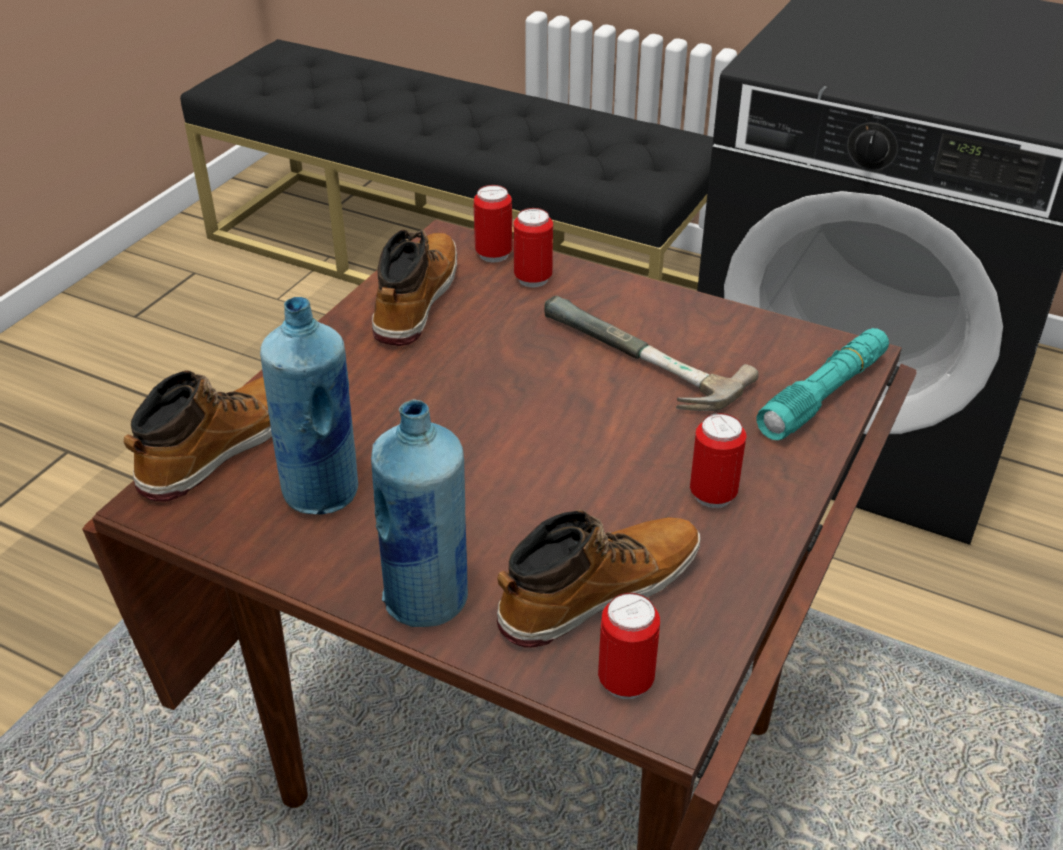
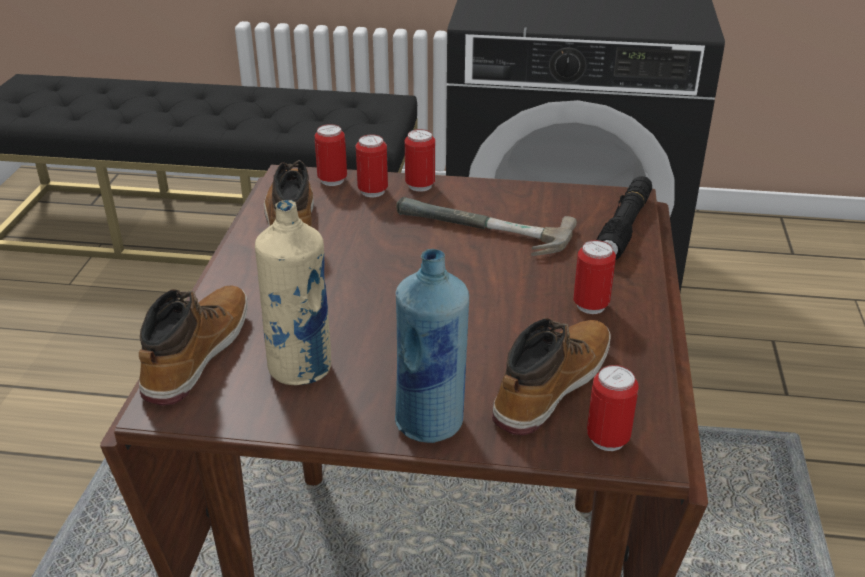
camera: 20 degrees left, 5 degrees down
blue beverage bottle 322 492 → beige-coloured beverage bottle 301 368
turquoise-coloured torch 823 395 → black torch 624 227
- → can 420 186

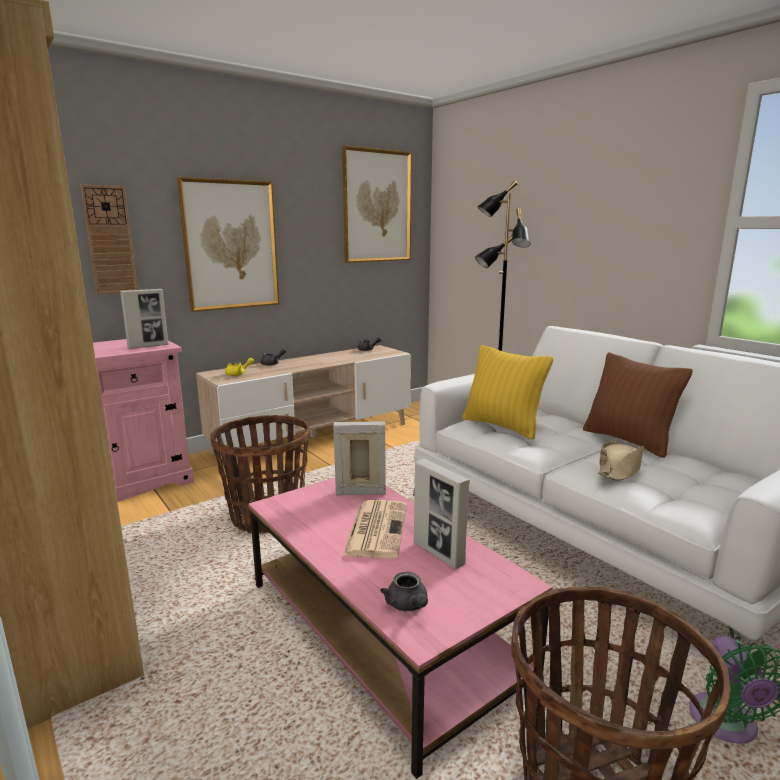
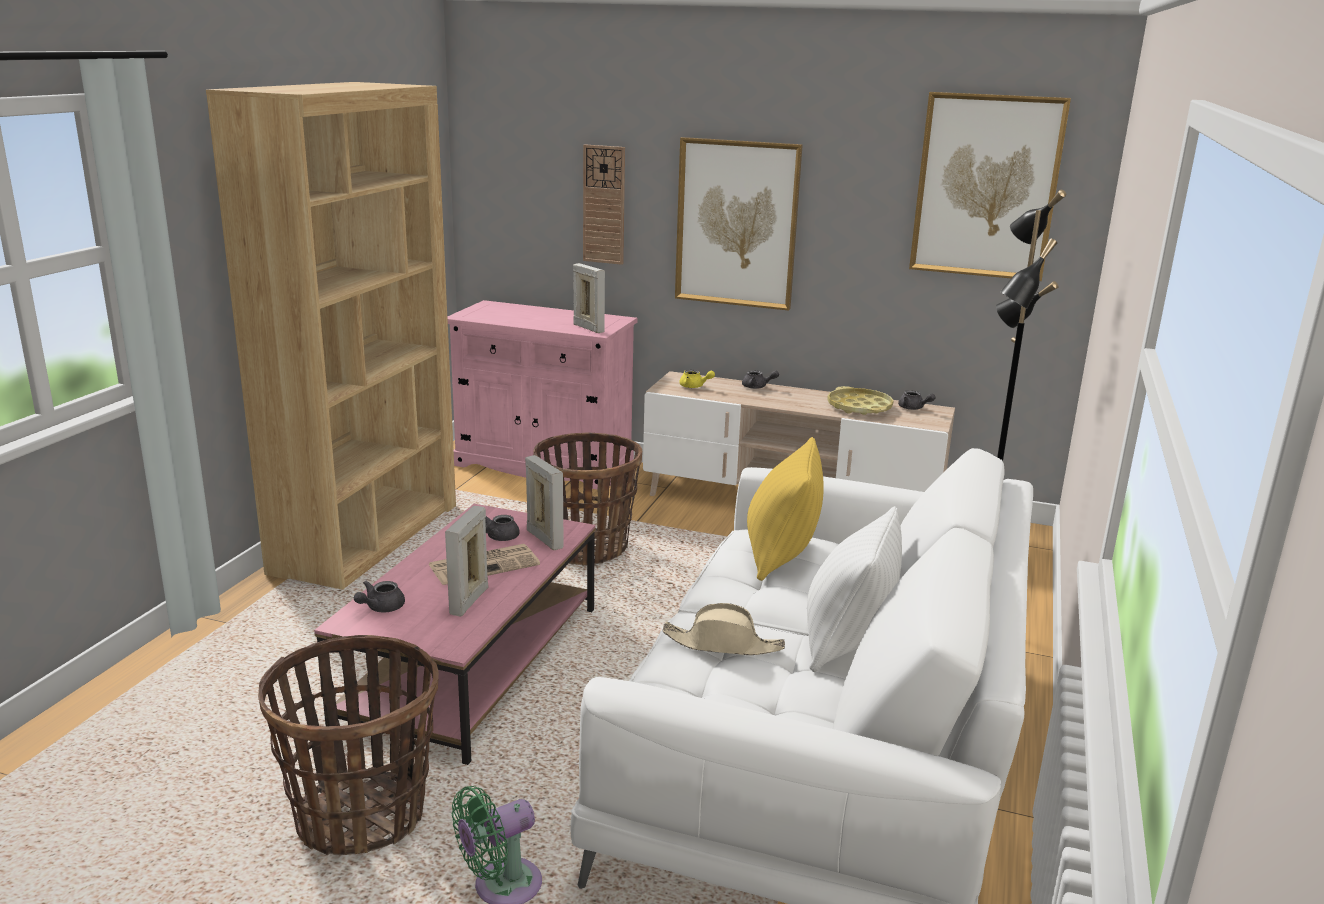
camera: 55 degrees right, 5 degrees up
standing frame 148 346 → standing frame 588 328, 150 degrees counterclockwise
brownish pillow 628 441 → white-coloured pillow 846 641
- → yellow serving tray 859 407
- → grey pot for tea 499 538

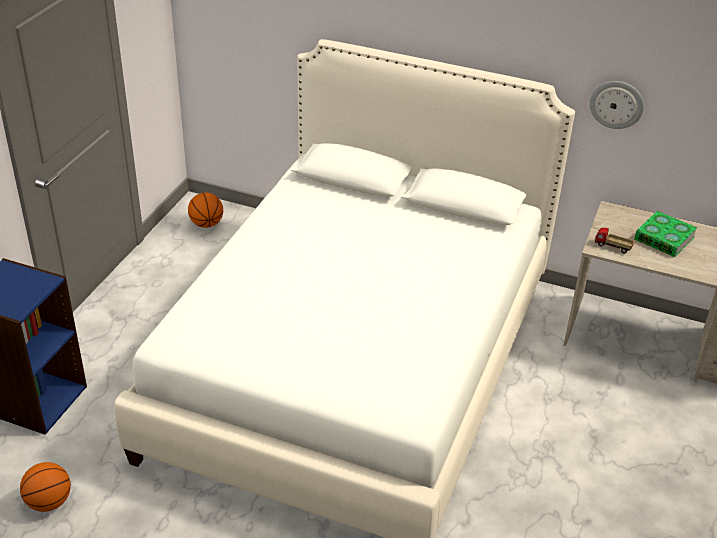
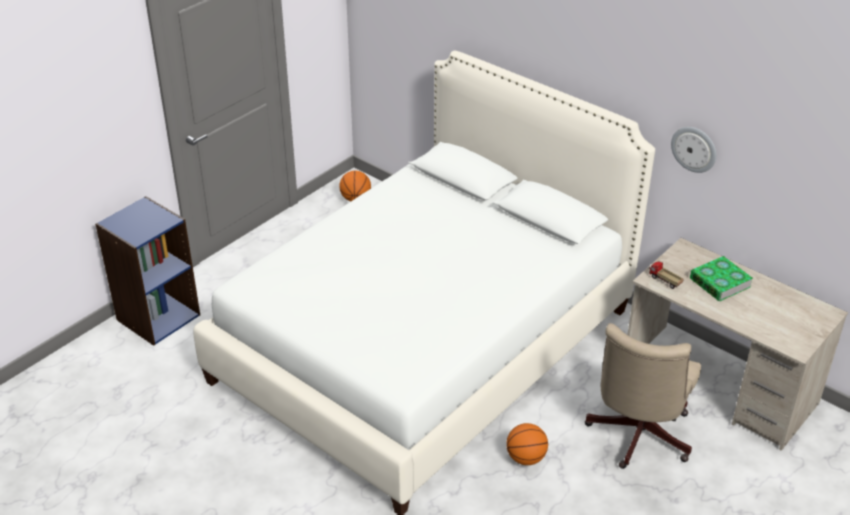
camera: 20 degrees right, 0 degrees up
basketball ball 49 502 → basketball ball 526 458, relocated
- → beige-coloured computer chair 636 437

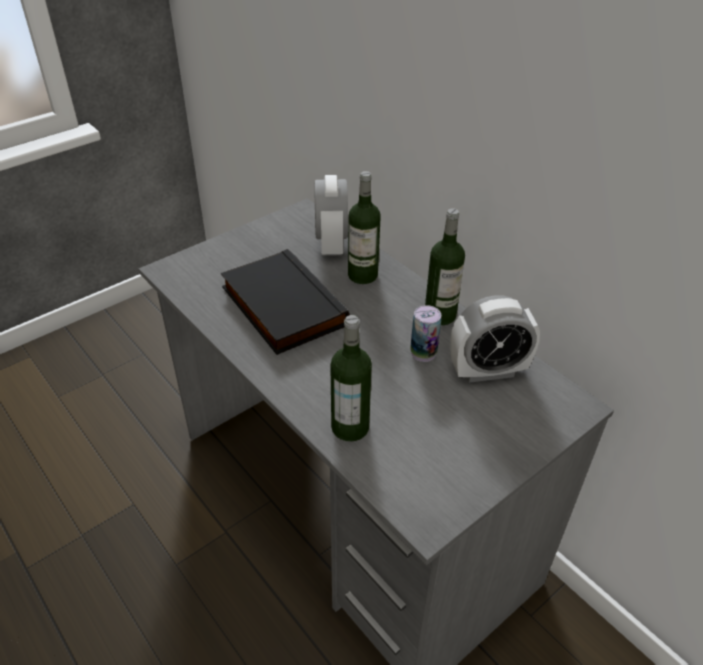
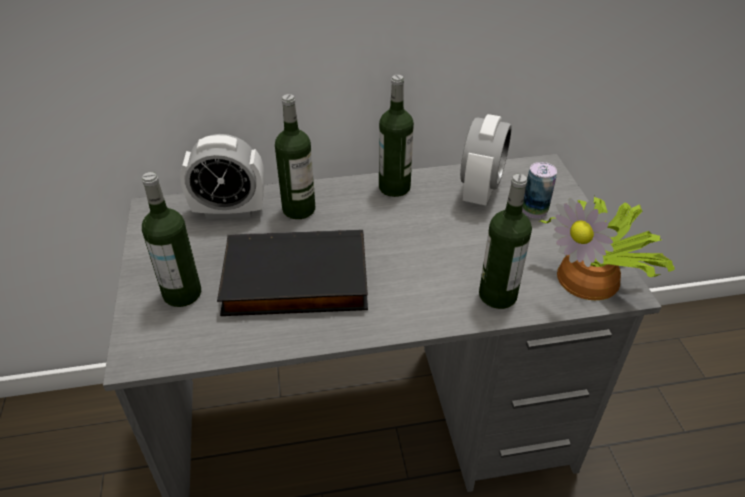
camera: 60 degrees left, 0 degrees up
bedside clock 331 244 → bedside clock 229 211, 150 degrees clockwise
can 423 353 → can 534 210, relocated
- → beverage bottle 182 293
- → plant in a pot 592 277

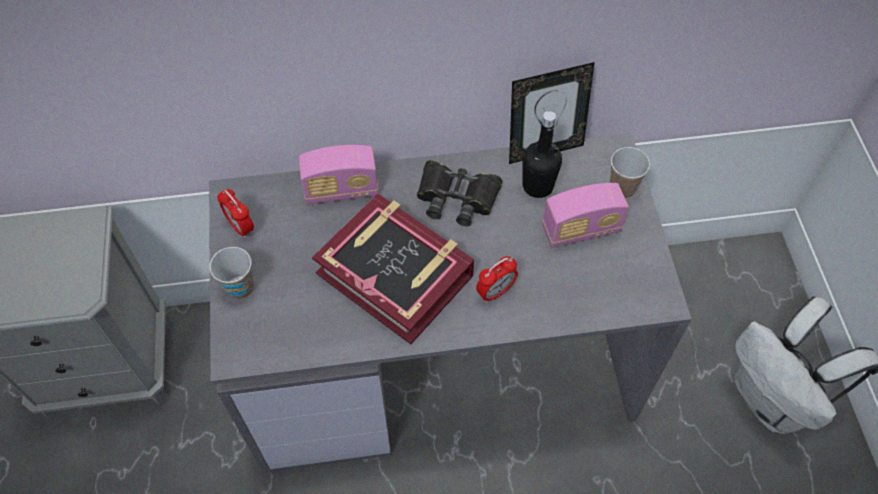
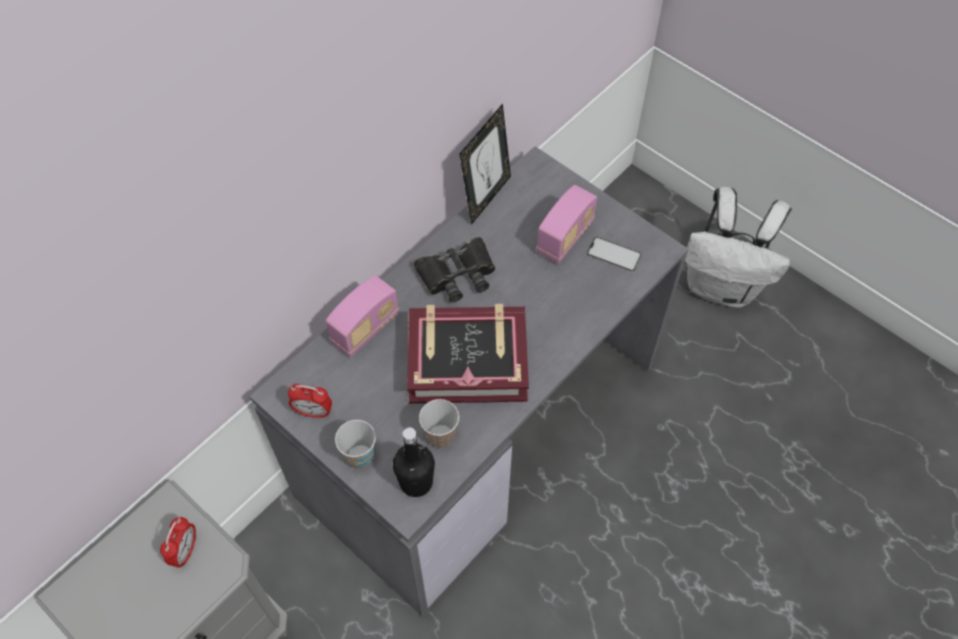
camera: 40 degrees left, 0 degrees up
black beverage bottle 537 186 → black beverage bottle 416 482, relocated
drinking cup 622 188 → drinking cup 440 436, relocated
bedside clock 495 292 → bedside clock 185 551, relocated
- → phone 613 254

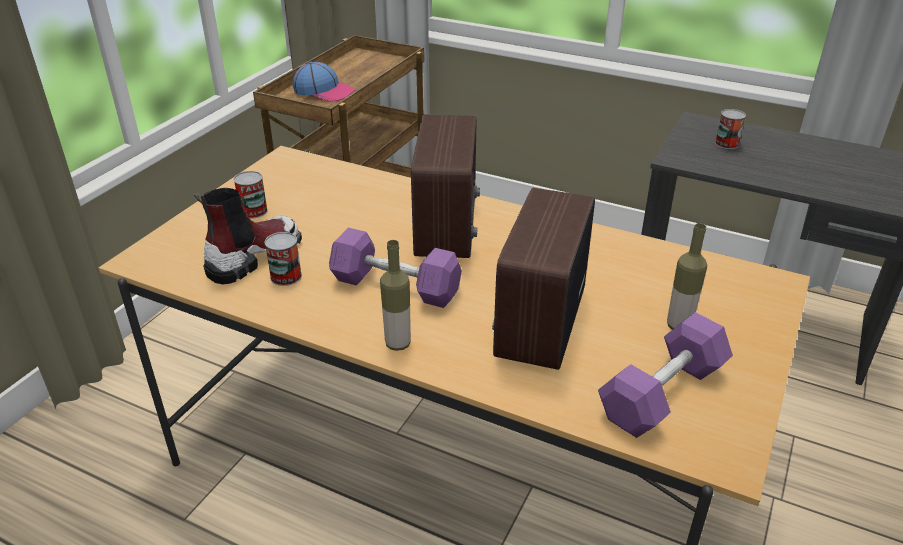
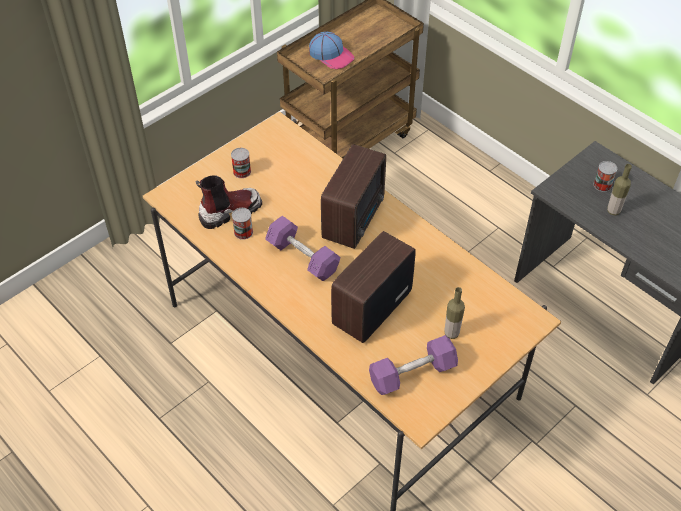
camera: 20 degrees right, 15 degrees up
beverage bottle 398 344 → beverage bottle 613 211, relocated

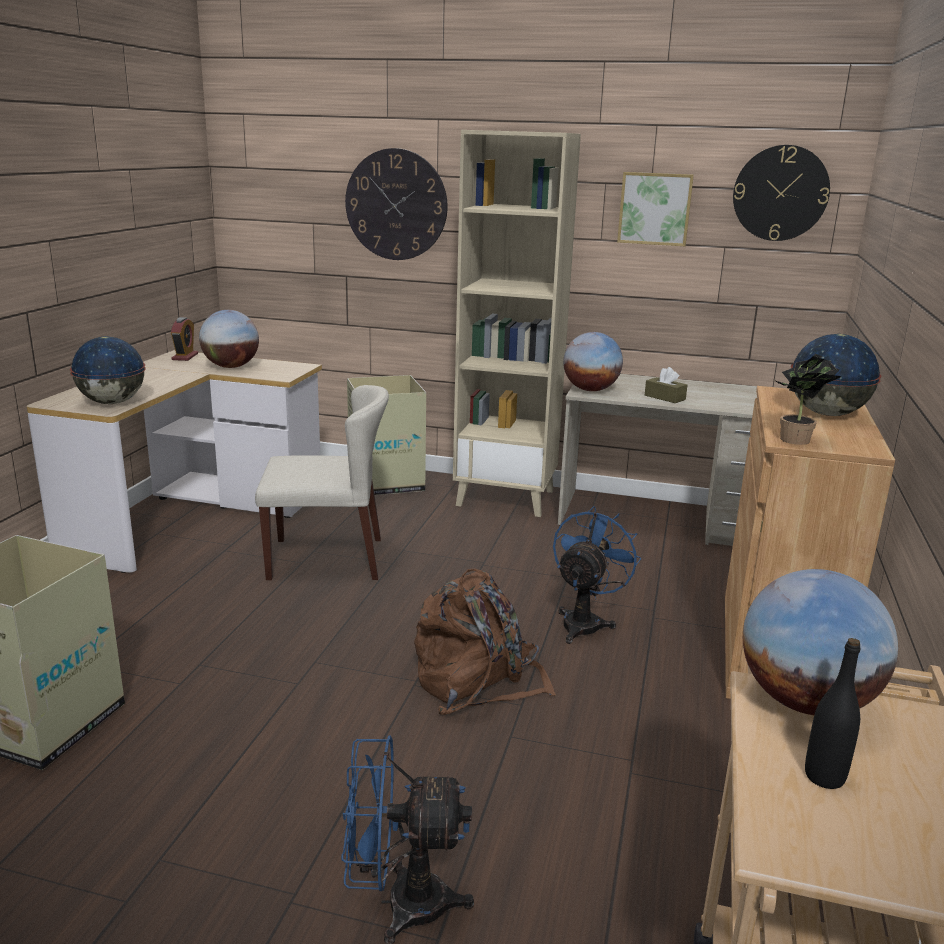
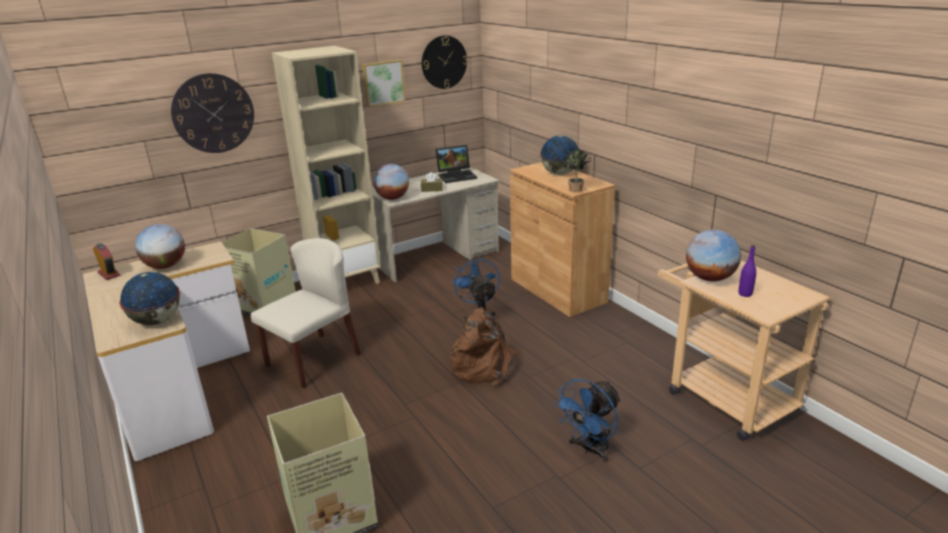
camera: 45 degrees left, 5 degrees up
black beverage bottle 824 777 → purple beverage bottle 745 294
- → portable computer 457 176

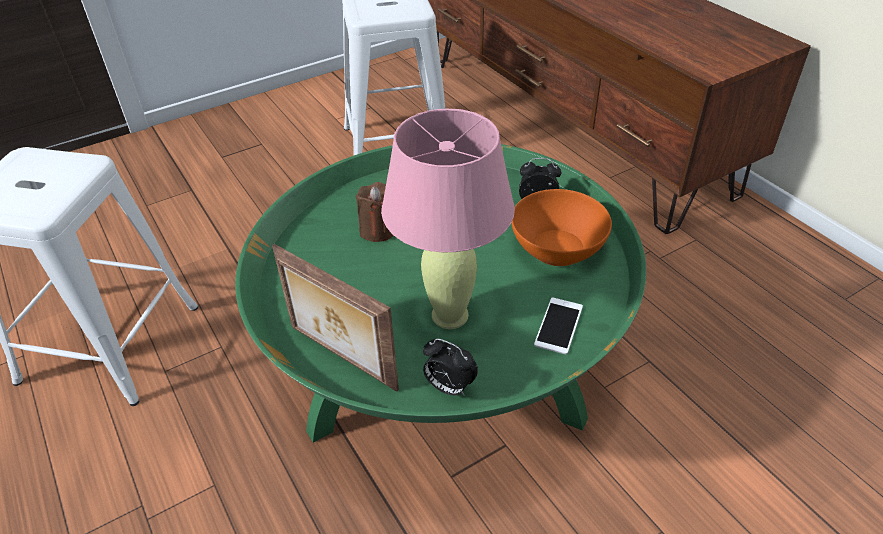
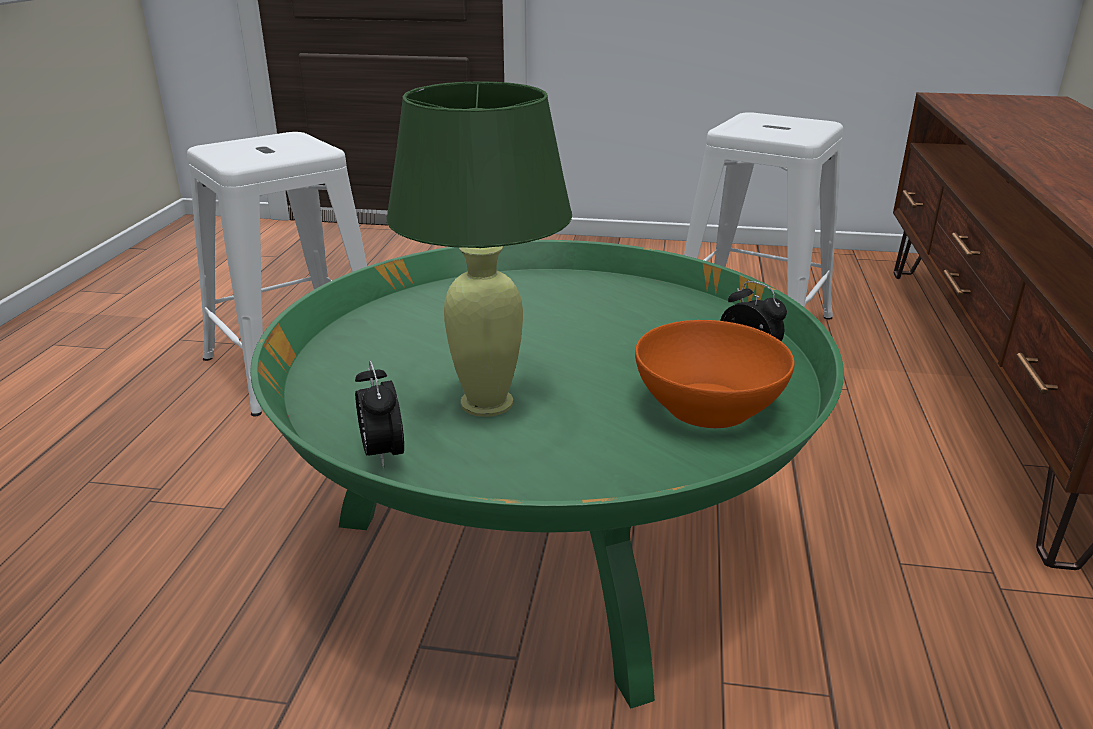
camera: 40 degrees right, 15 degrees down
pink-coloured table lamp 450 315 → green-coloured table lamp 487 402
brownish wax light 378 230 → -
standing frame 341 358 → -
phone 558 325 → -

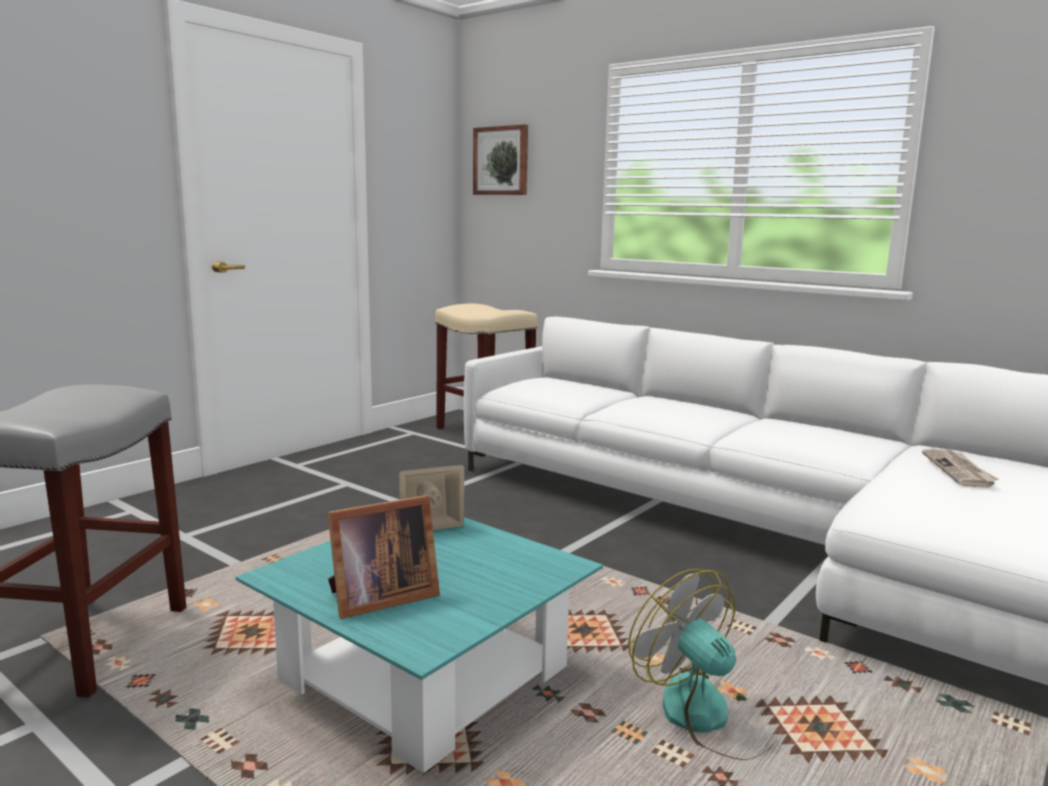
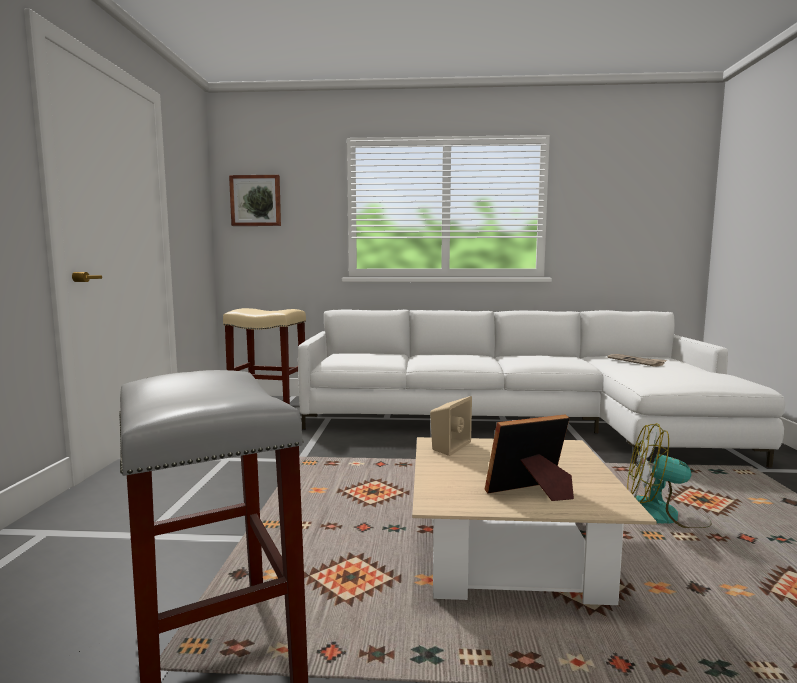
camera: 35 degrees left, 5 degrees down
standing frame 378 598 → standing frame 532 493, 135 degrees counterclockwise
turquoise-coloured lounge table 425 675 → beige-coloured lounge table 510 553

